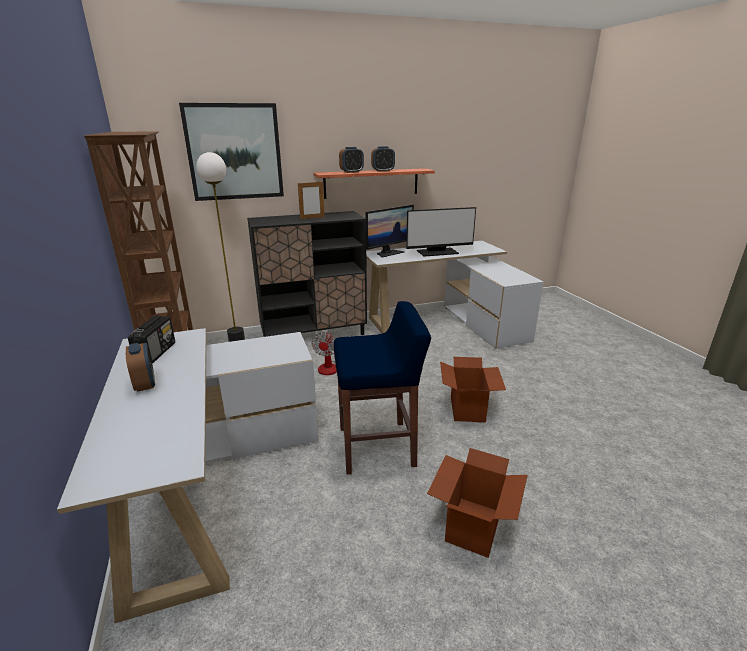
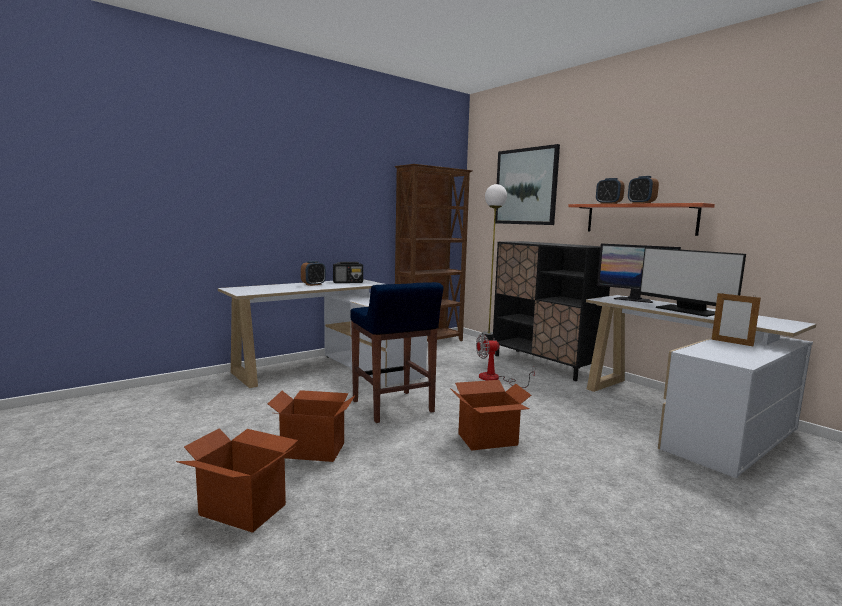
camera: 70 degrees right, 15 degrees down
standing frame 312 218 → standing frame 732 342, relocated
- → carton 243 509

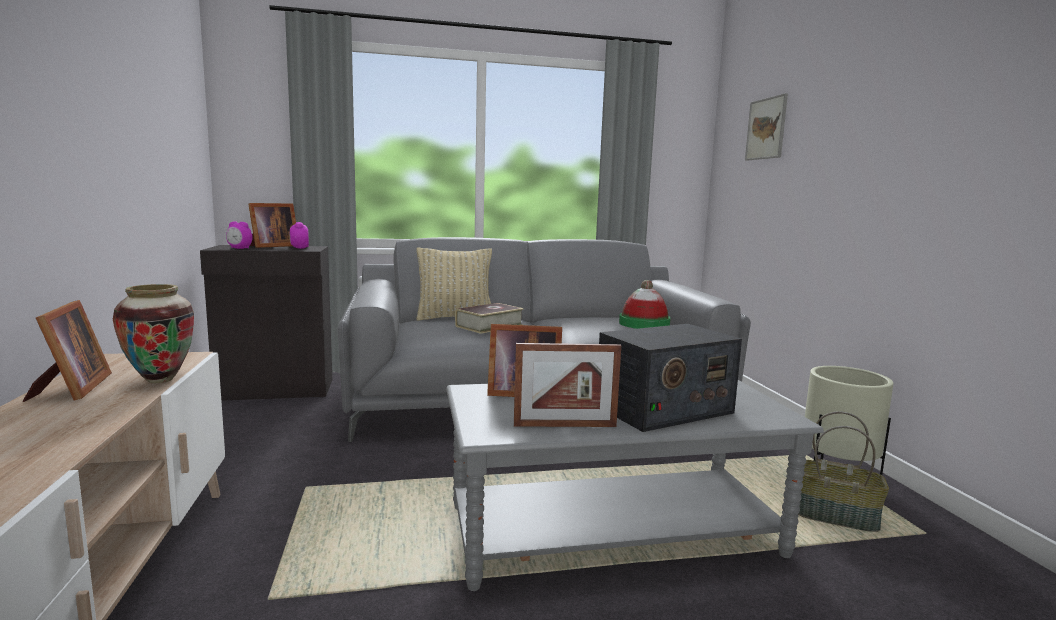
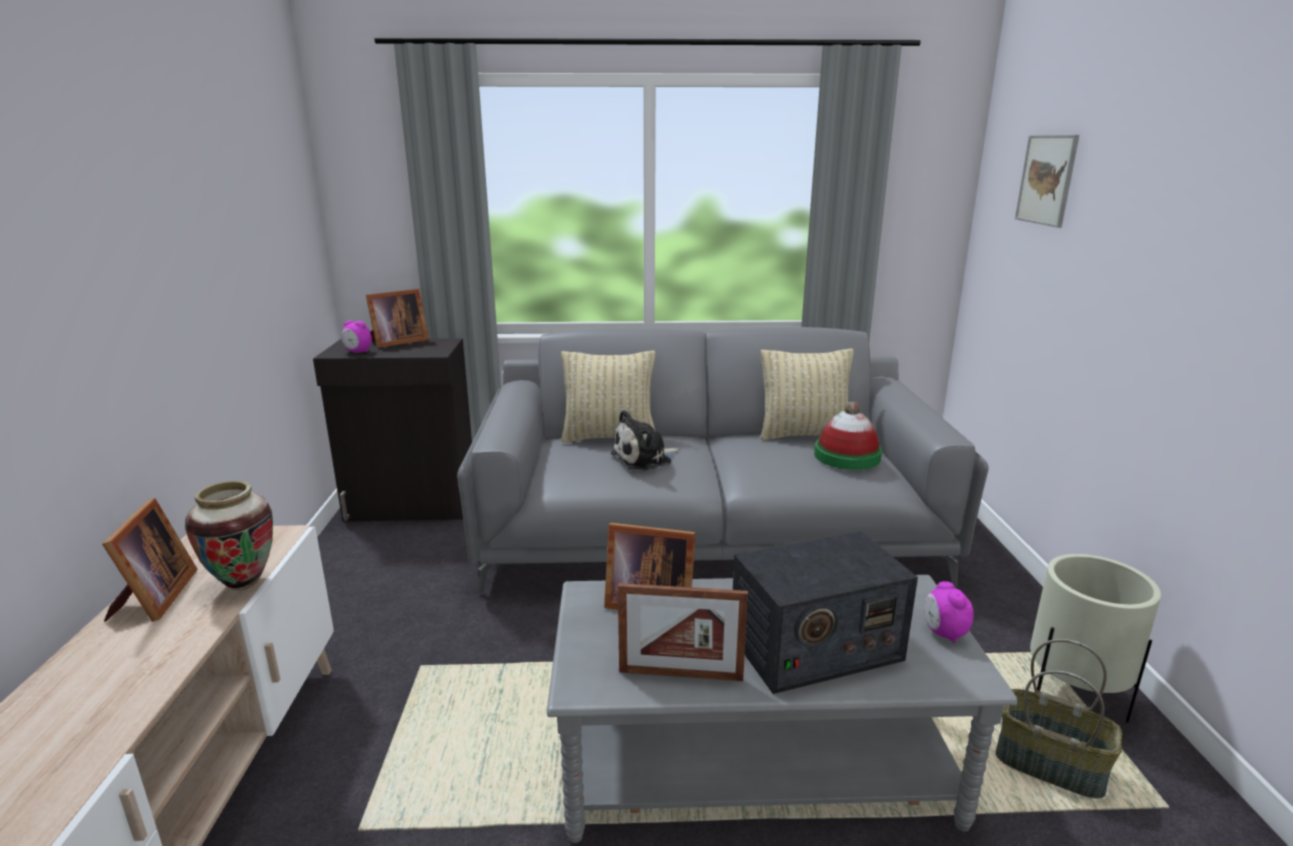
camera: 10 degrees right, 10 degrees up
bedside clock 299 248 → bedside clock 943 633, relocated
book 489 326 → plush toy 645 458
- → beige-coloured pillow 804 435

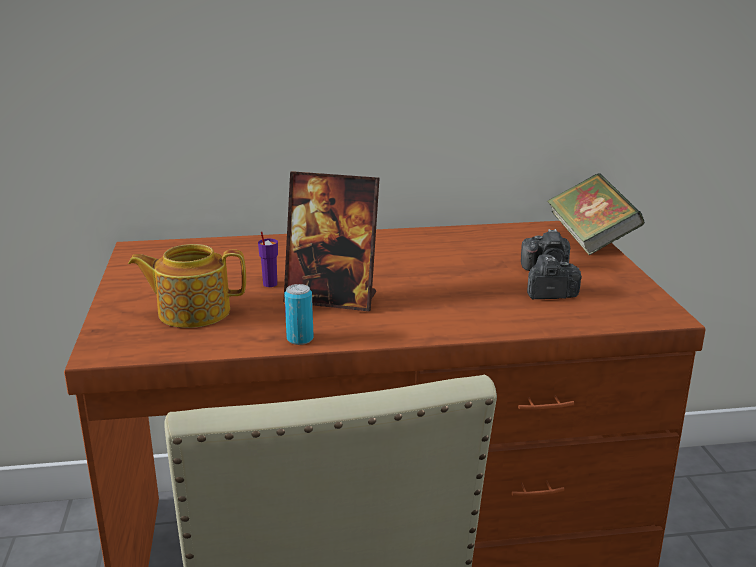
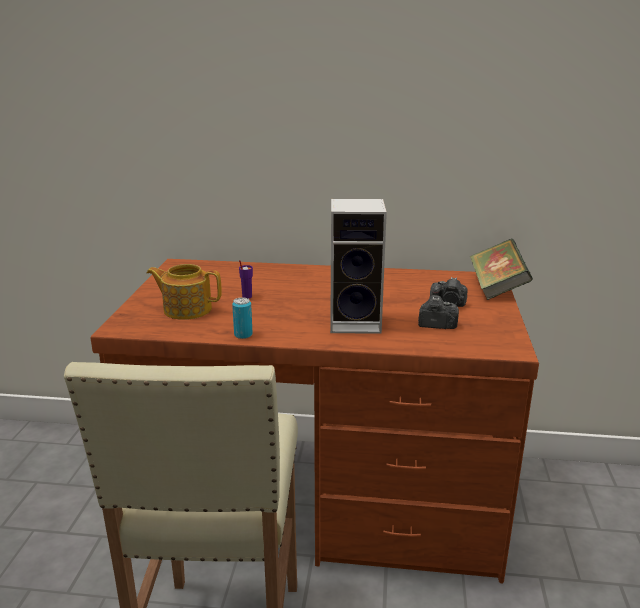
camera: 15 degrees right, 0 degrees up
standing frame 332 299 → -
- → loudspeaker 357 322

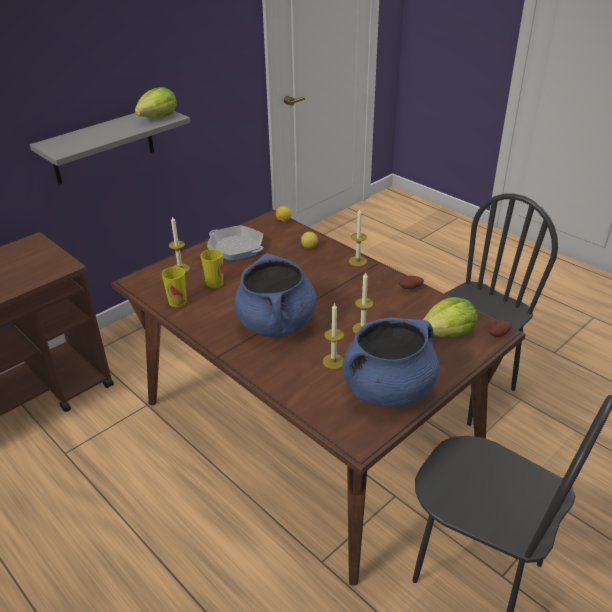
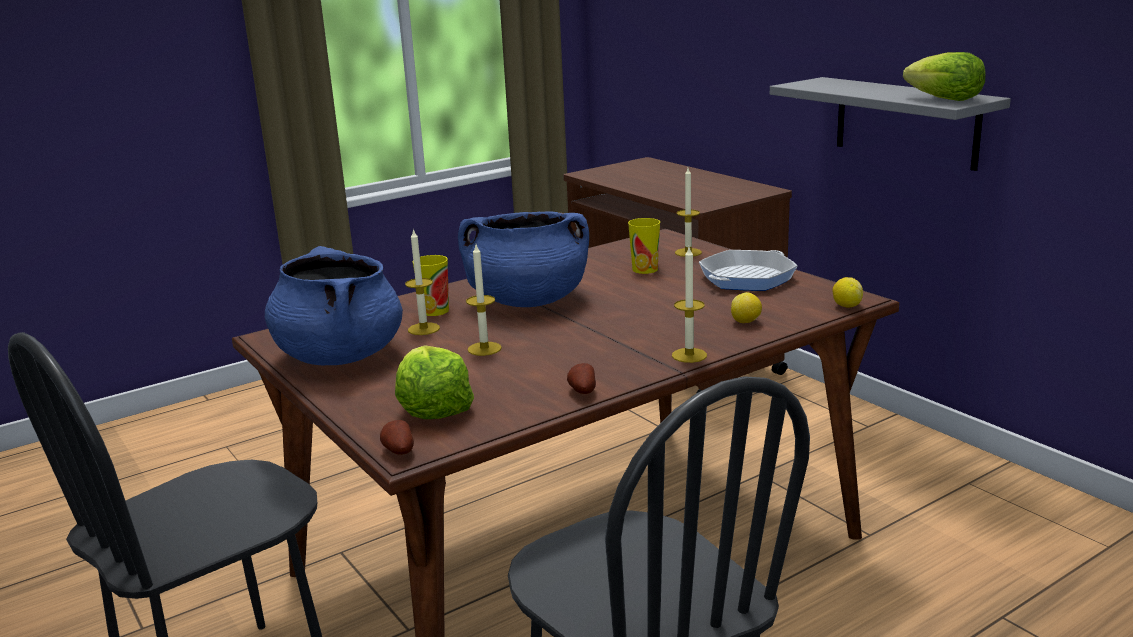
camera: 100 degrees right, 15 degrees down
drinking cup 177 302 → drinking cup 435 311, relocated

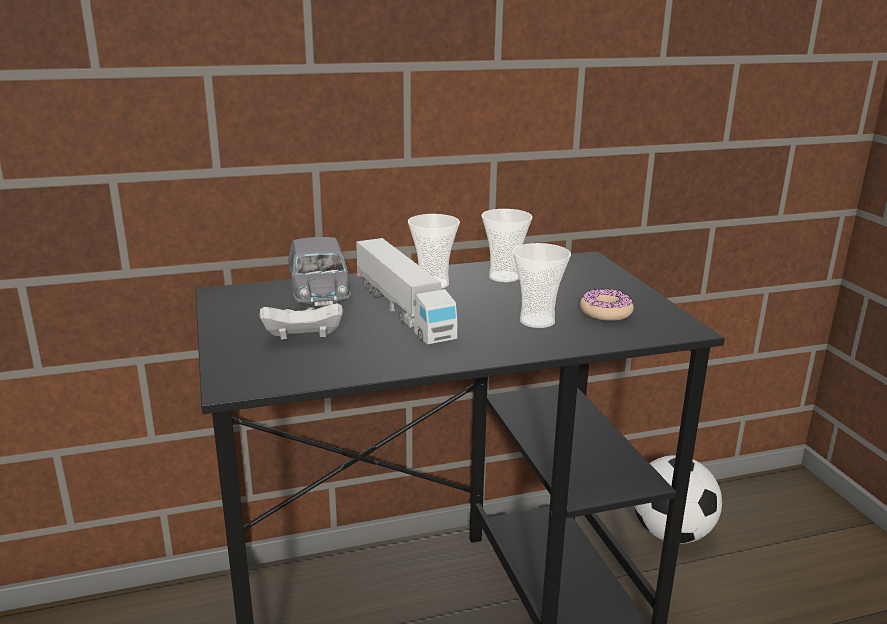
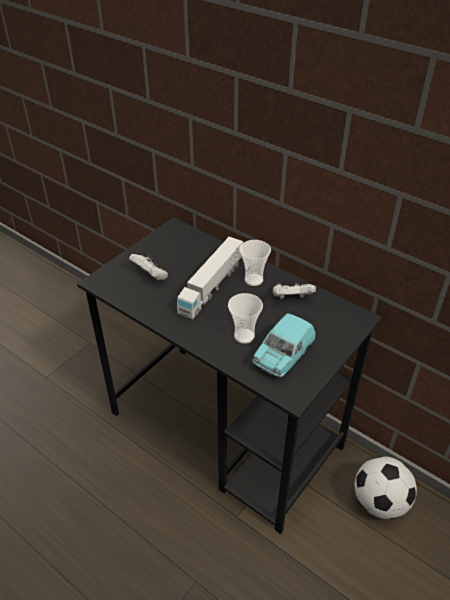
camera: 55 degrees right, 20 degrees up
drinking cup 504 277 → white-coloured joypad 291 299
grey toy car 320 296 → -
doughnut 605 312 → turquoise-coloured toy car 283 356

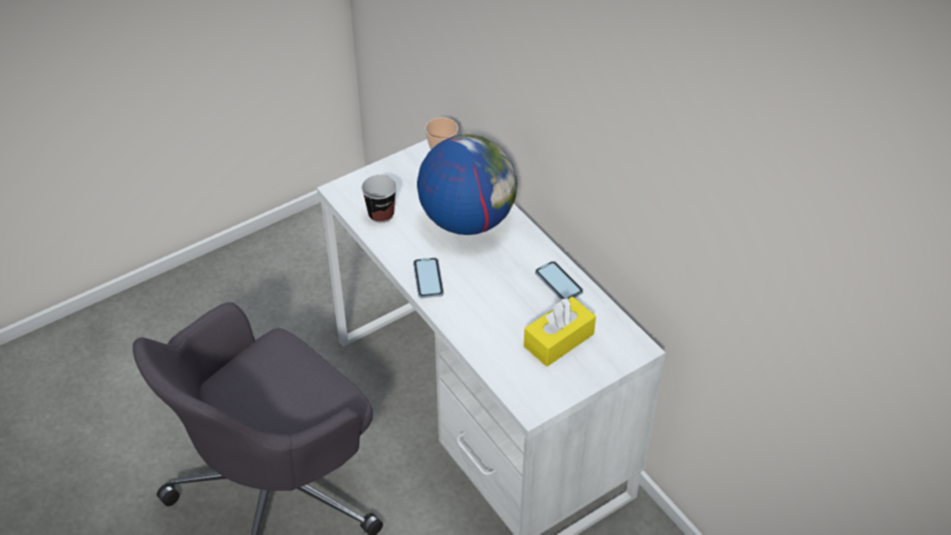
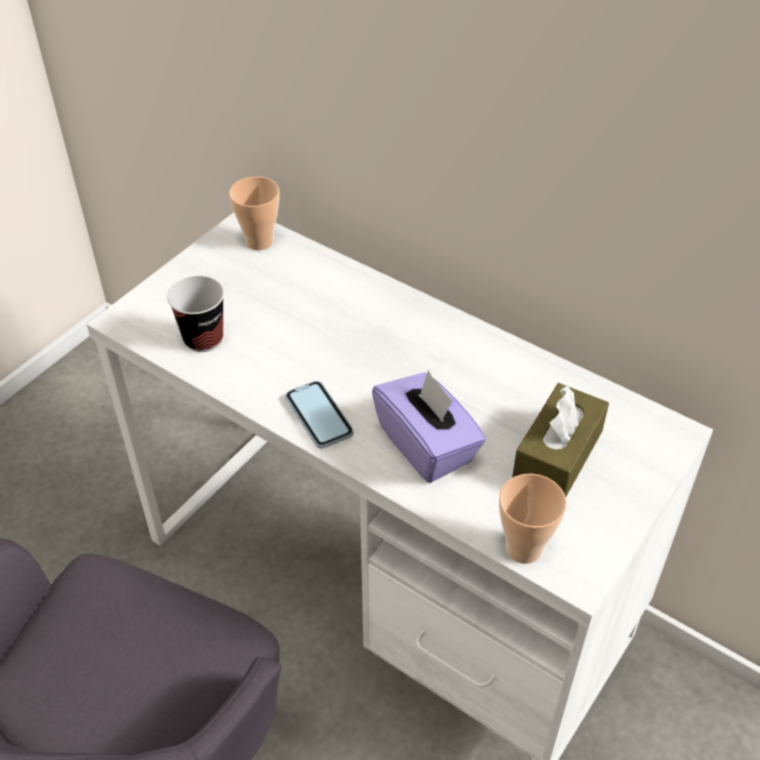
camera: 20 degrees left, 0 degrees up
desk globe 467 220 → -
phone 558 283 → -
yellow tissue box 558 340 → brownish tissue box 557 455
- → purple tissue box 427 445
- → drinking cup 524 548

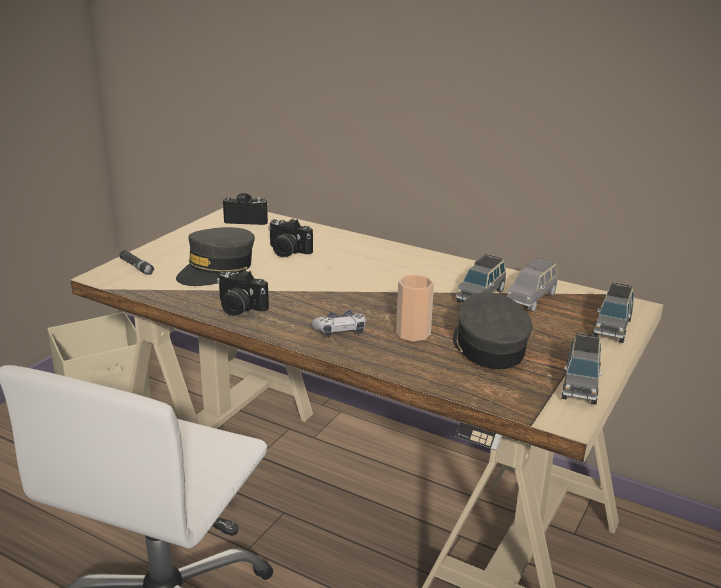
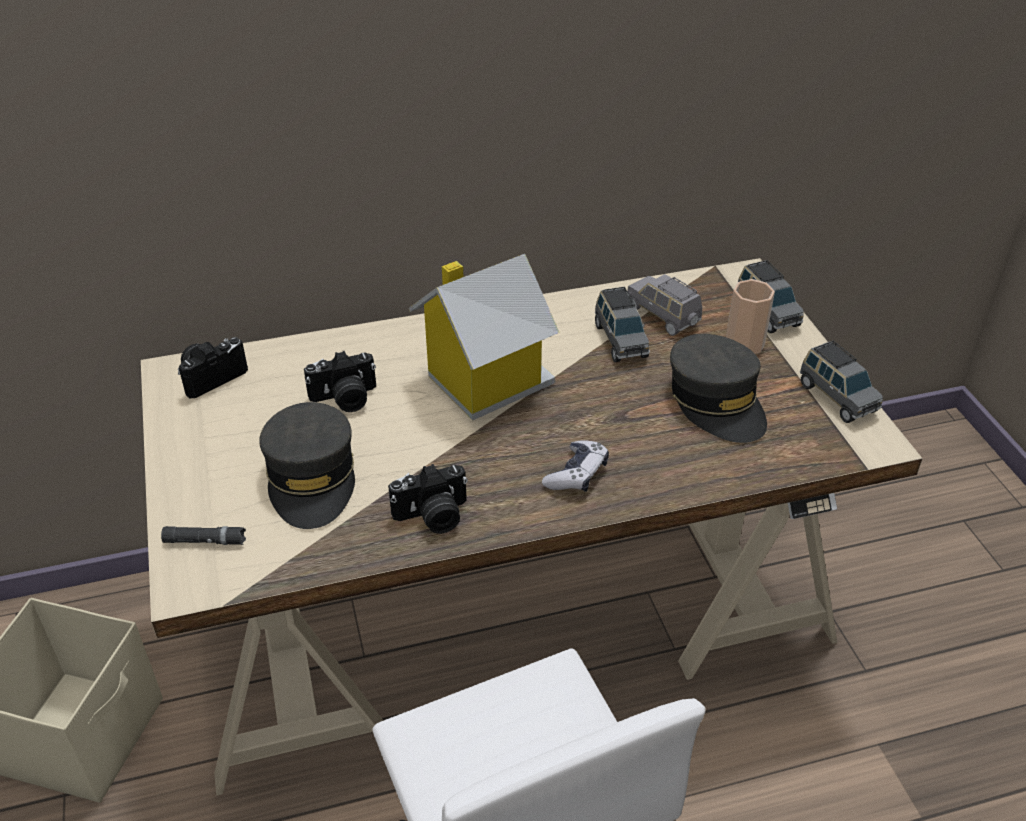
camera: 45 degrees left, 15 degrees up
grey toy car 531 299 → grey toy car 663 316, 150 degrees clockwise
drinking cup 413 333 → drinking cup 744 344, relocated
grey cap 488 346 → grey cap 716 402, 150 degrees counterclockwise
- → toy house 485 381

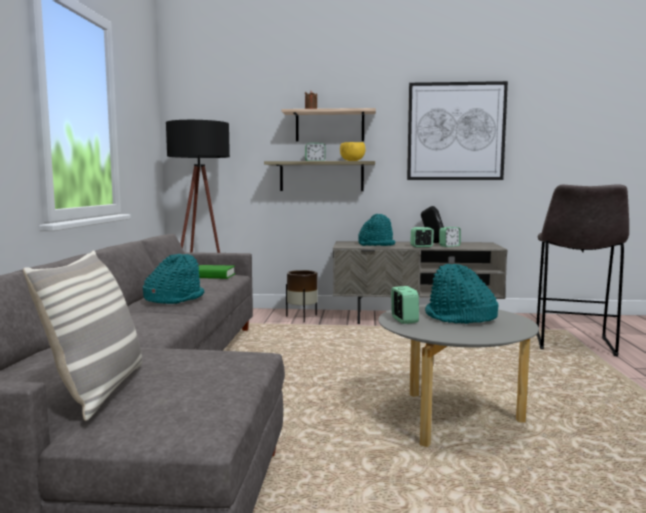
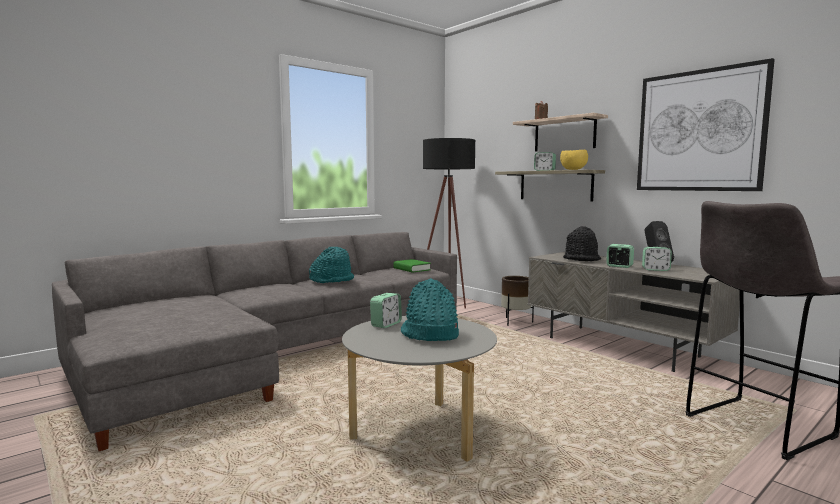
camera: 45 degrees right, 0 degrees up
turquoise-coloured wearable hat 377 245 → black wearable hat 582 259
pillow 99 391 → -

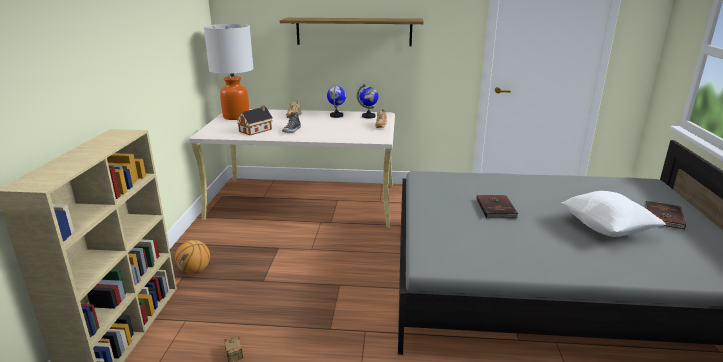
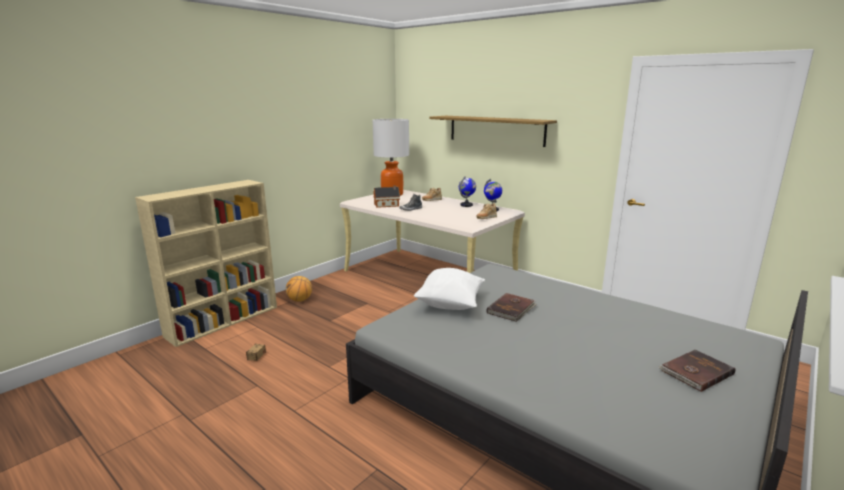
camera: 35 degrees right, 5 degrees down
white-coloured pillow 606 229 → white-coloured pillow 450 304, relocated

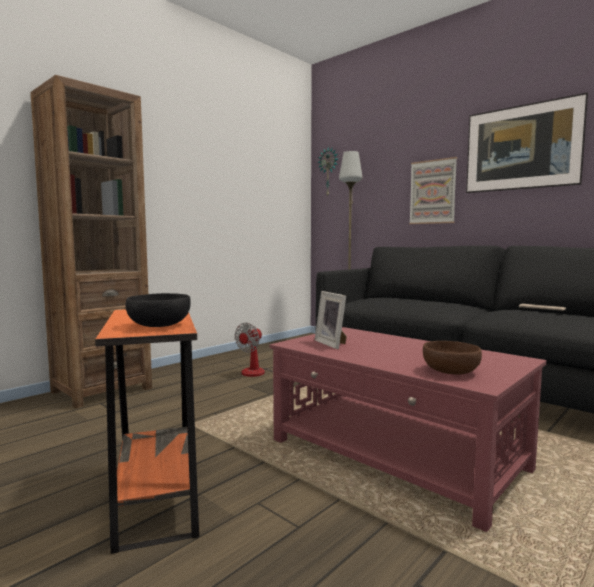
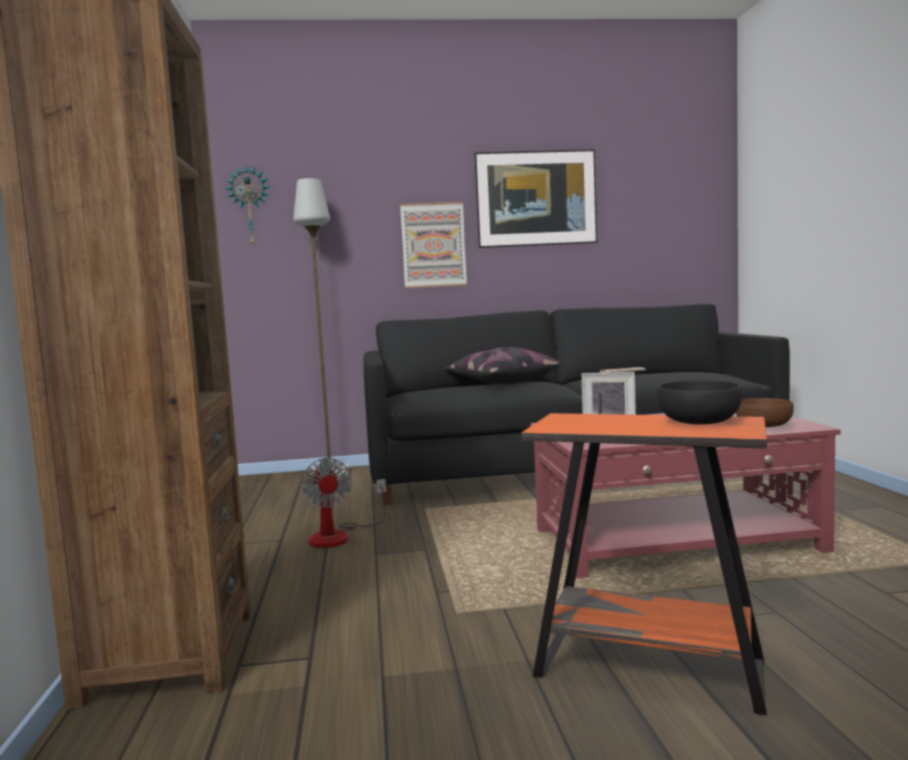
camera: 50 degrees left, 0 degrees up
- → pillow 501 382

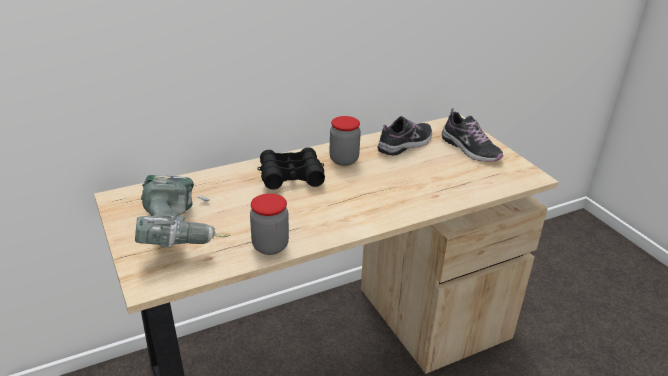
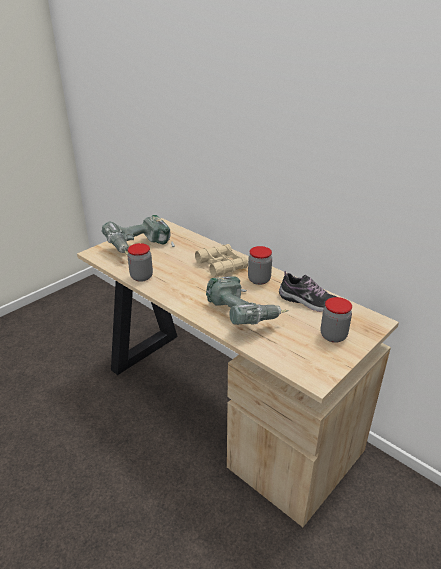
camera: 70 degrees right, 0 degrees up
low shoe 470 149 → jar 333 336
black binoculars 291 176 → beige-coloured binoculars 221 265
- → drill 243 315

